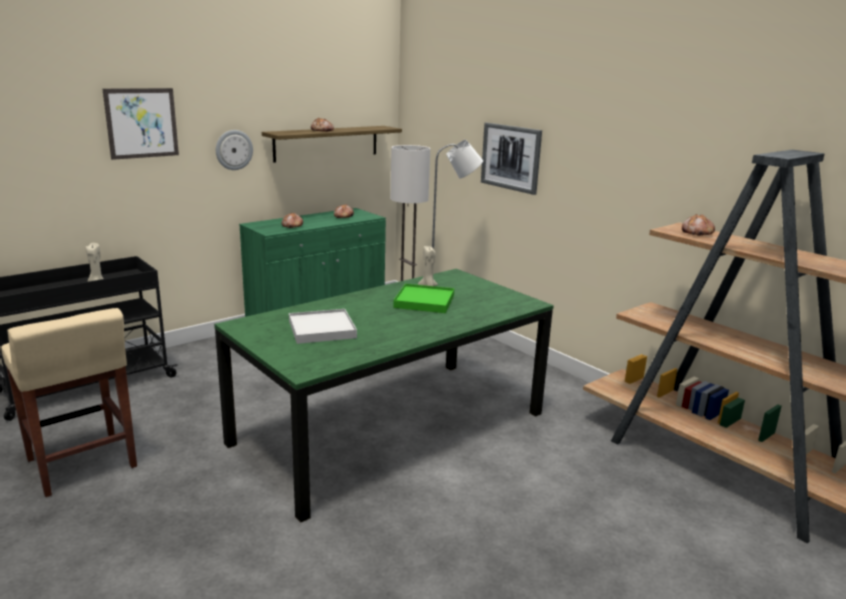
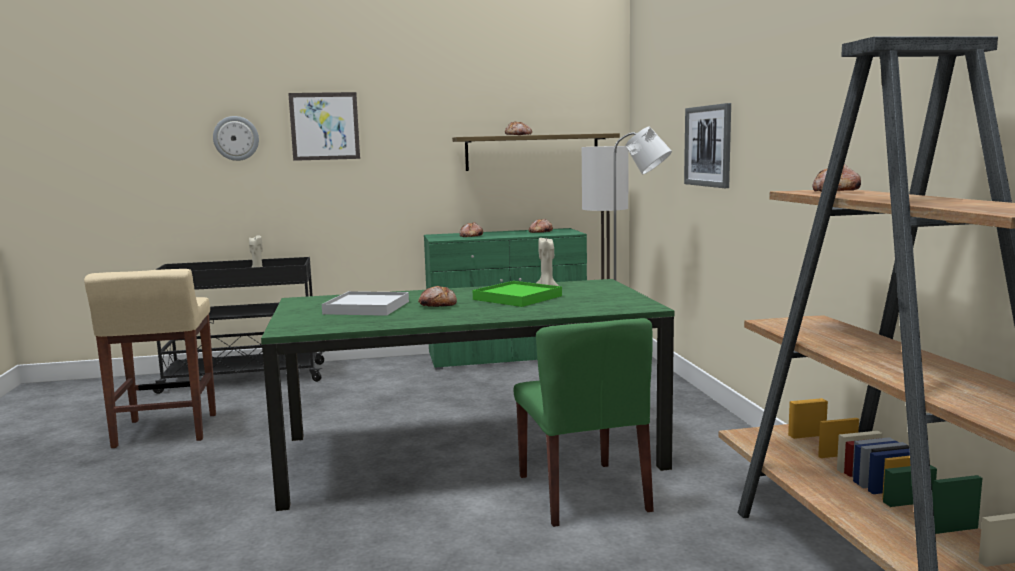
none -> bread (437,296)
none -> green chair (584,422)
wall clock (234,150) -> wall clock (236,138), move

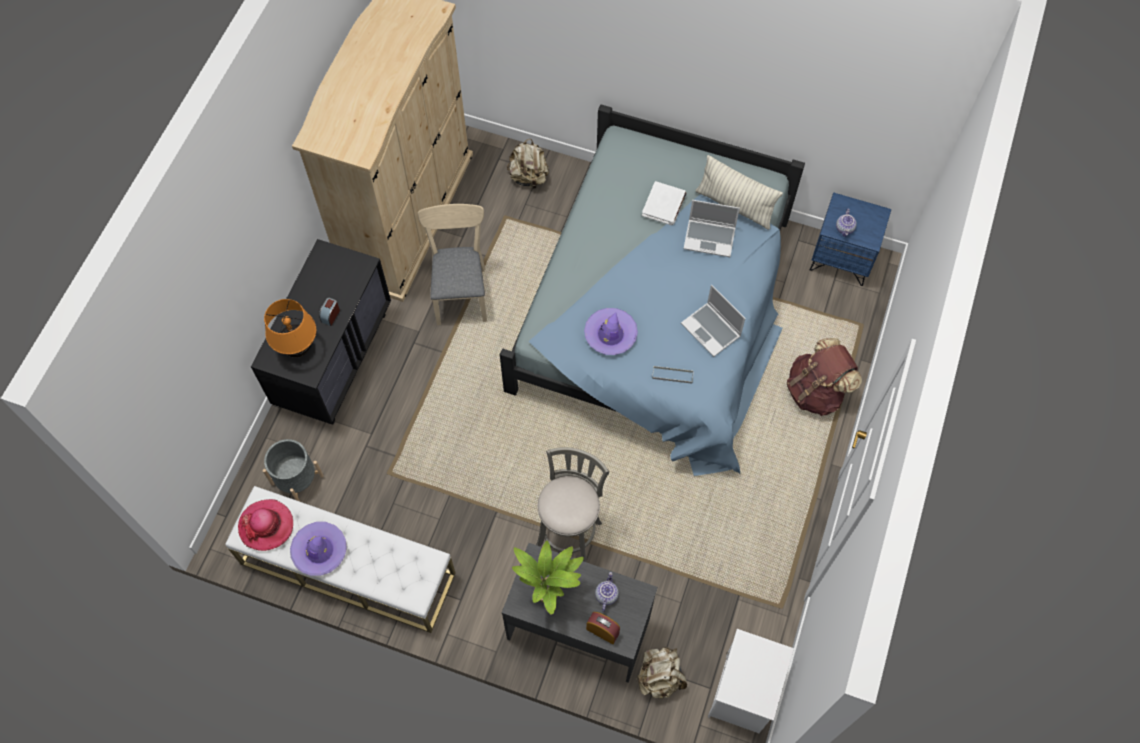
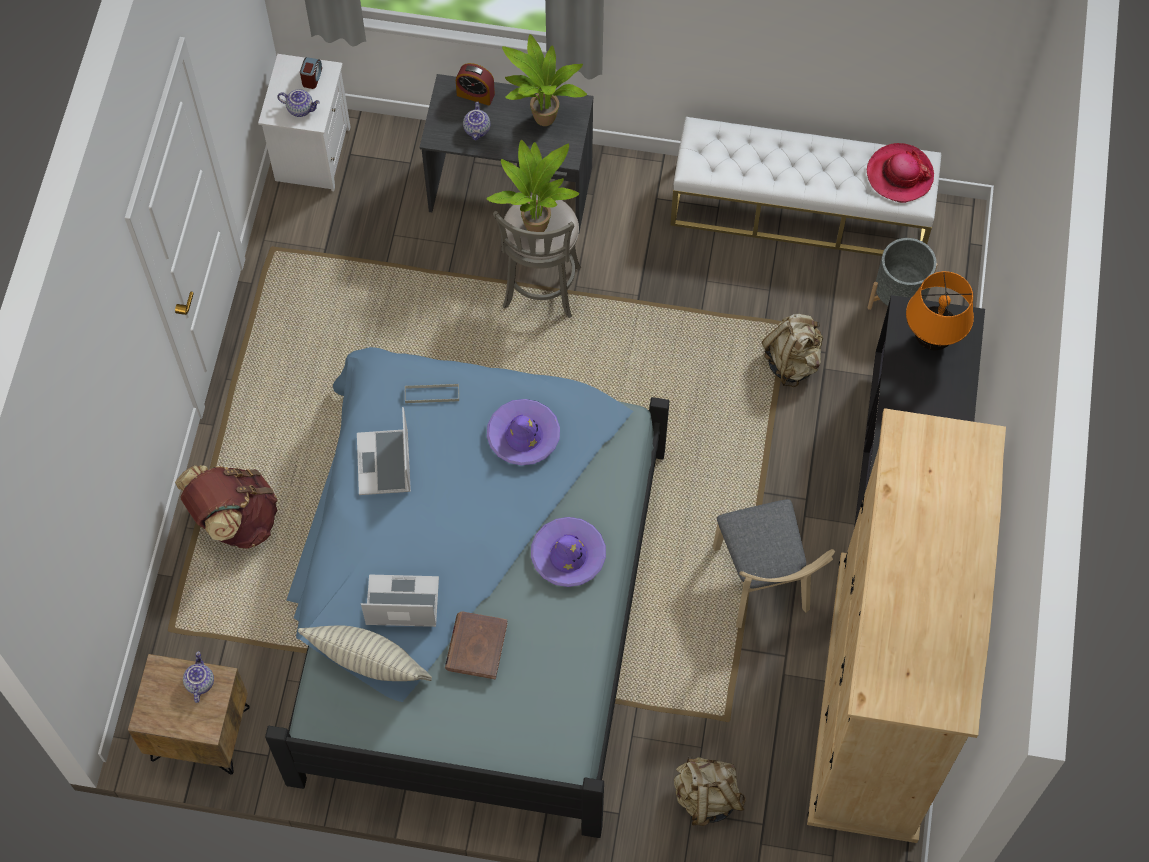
none -> teapot (298,103)
none -> potted plant (533,186)
purple hat (318,549) -> purple hat (568,552), move
alarm clock (329,312) -> alarm clock (311,73), move
beige backpack (662,673) -> beige backpack (792,350), move
white book (664,203) -> brown book (476,645)
blue nightstand (850,239) -> brown nightstand (189,714)
laptop (713,321) -> laptop (384,451), 135 degrees counterclockwise

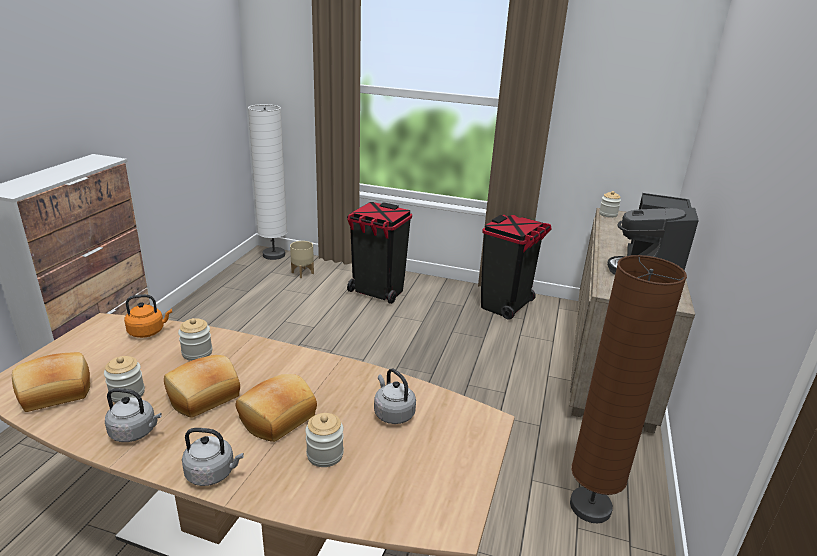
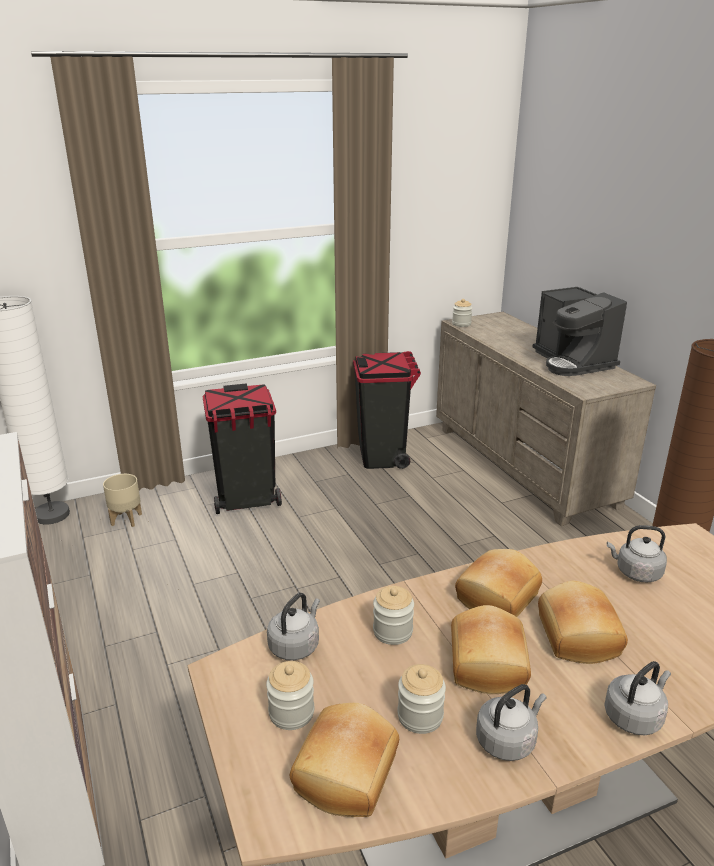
none -> bread (498,583)
jar (324,440) -> jar (290,695), move
orange kettle (148,316) -> grey kettle (293,626)

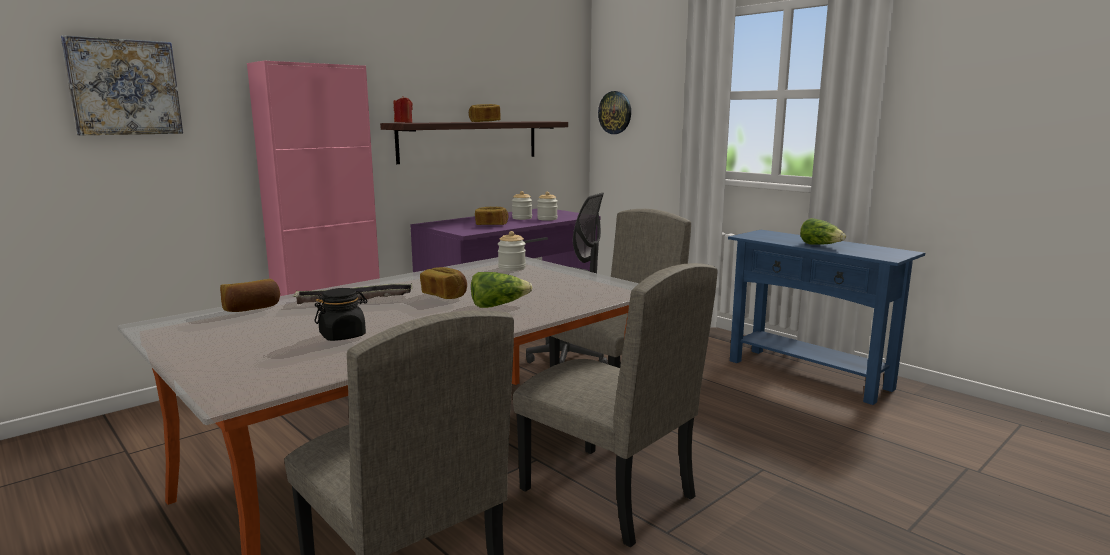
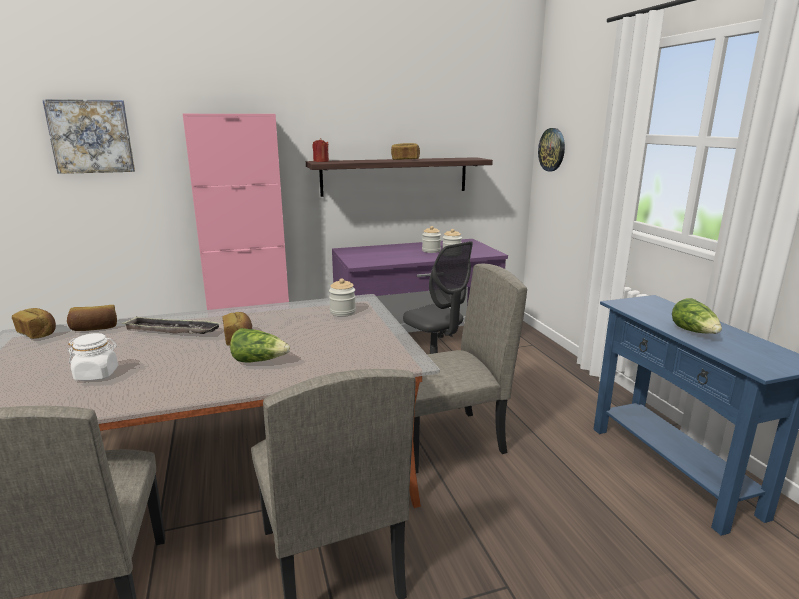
bread (492,216) -> bread (34,323), move
black jar (340,314) -> white jar (92,357)

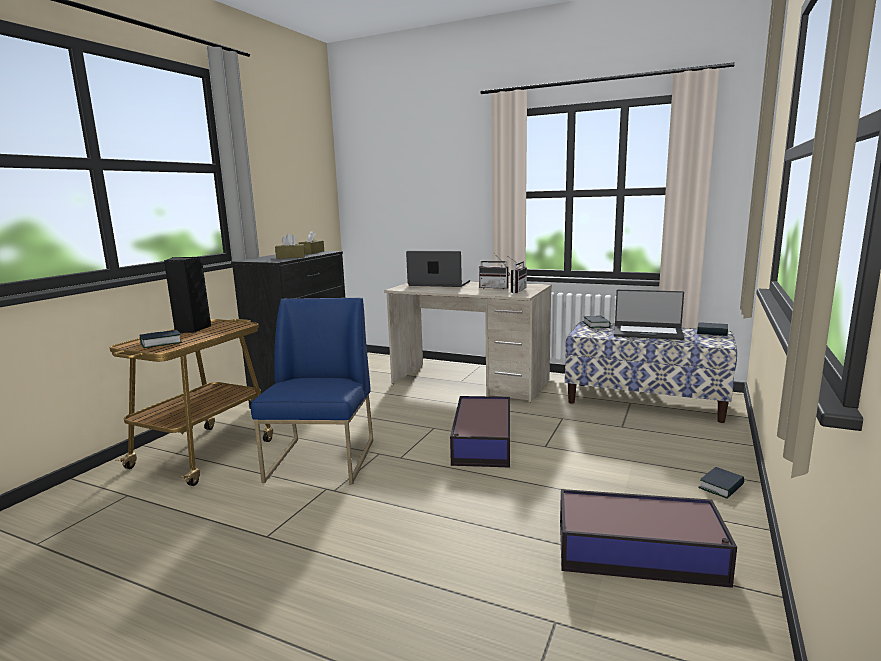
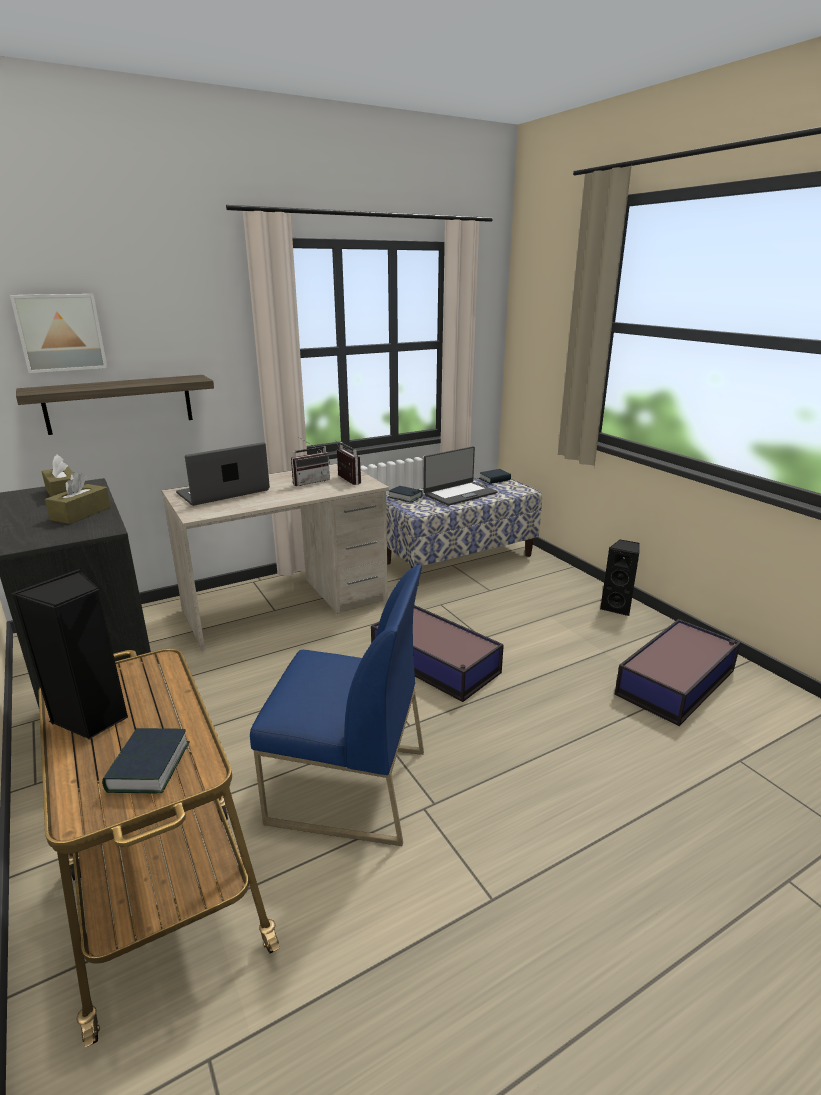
none -> picture (58,333)
none -> shelf (115,405)
book (721,483) -> black speaker (620,578)
blue chair (312,391) -> blue chair (337,705), 150 degrees clockwise

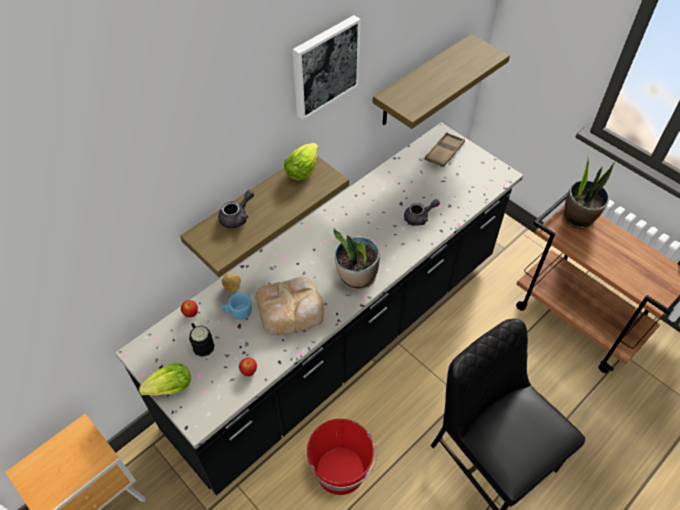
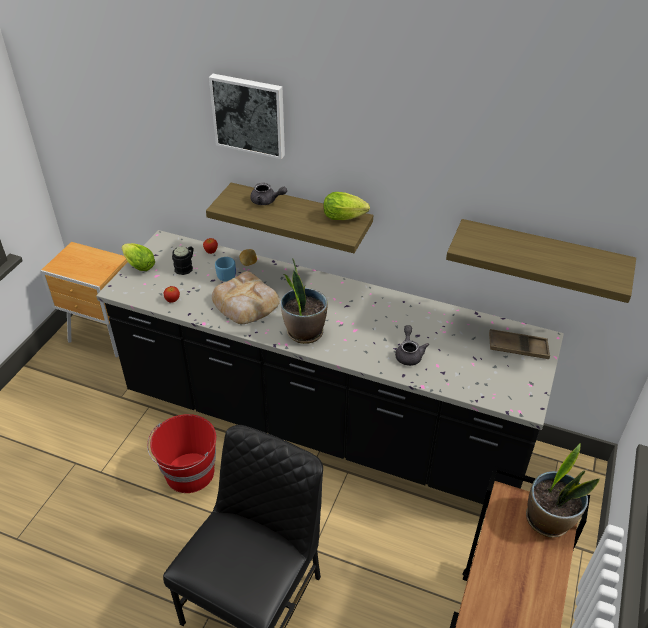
picture (327,67) -> picture (247,116), move
grey teapot (422,212) -> grey teapot (412,345), 135 degrees counterclockwise

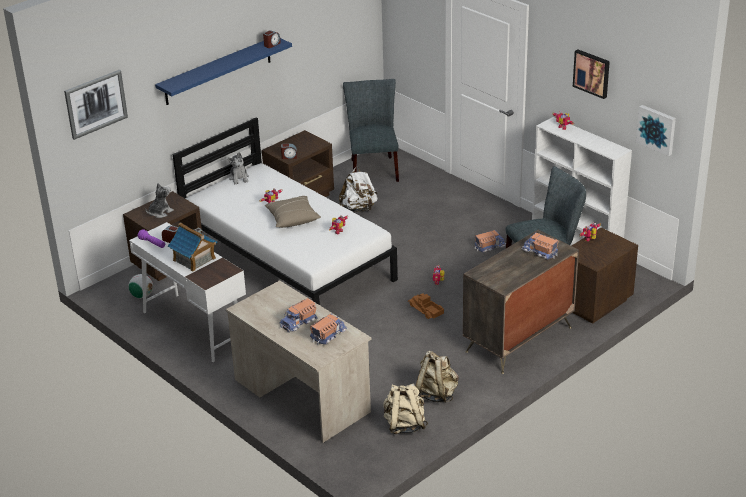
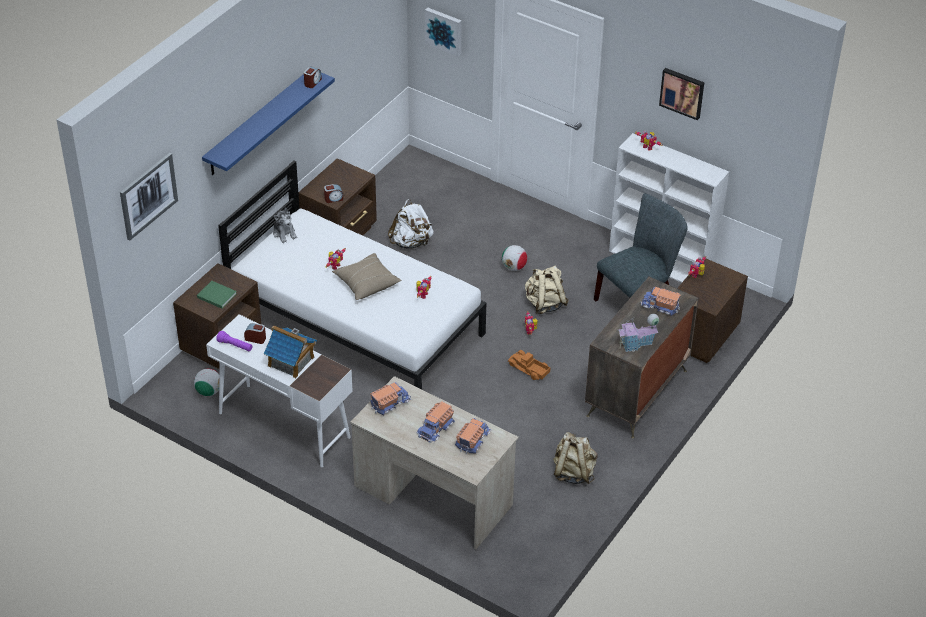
grey chair (371,130) -> none
none -> football (514,258)
none -> toy house (638,333)
beige backpack (405,408) -> beige backpack (547,290), move
toy truck (490,241) -> toy truck (390,398), move
picture (656,130) -> picture (443,32), move
plush toy (159,200) -> green book (217,295)

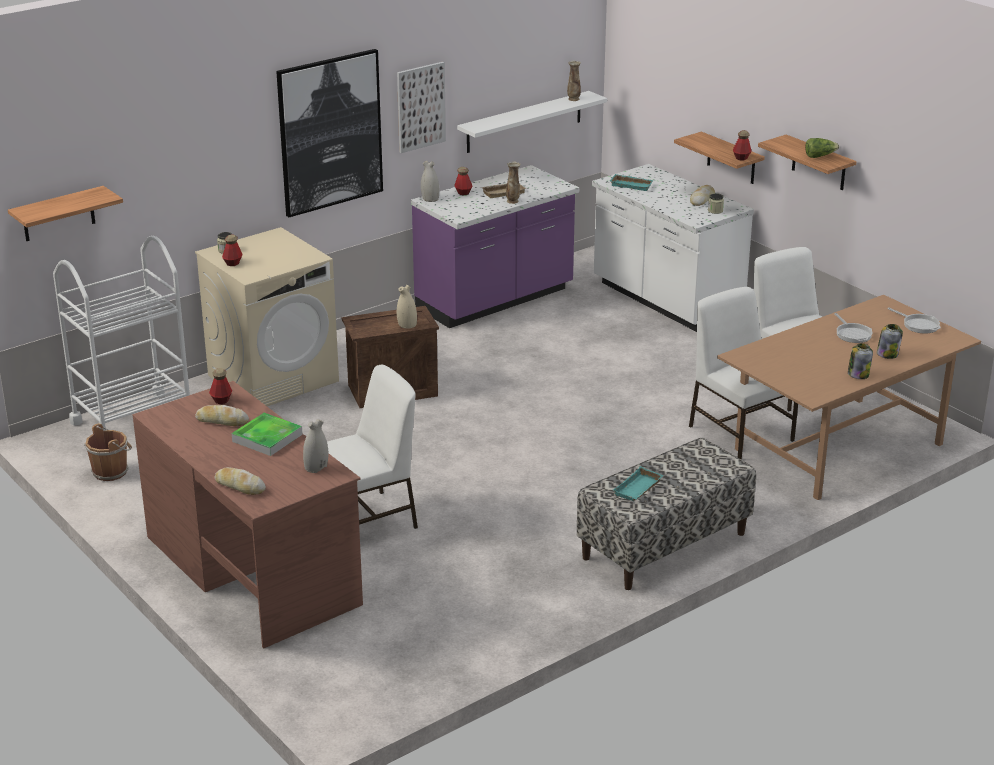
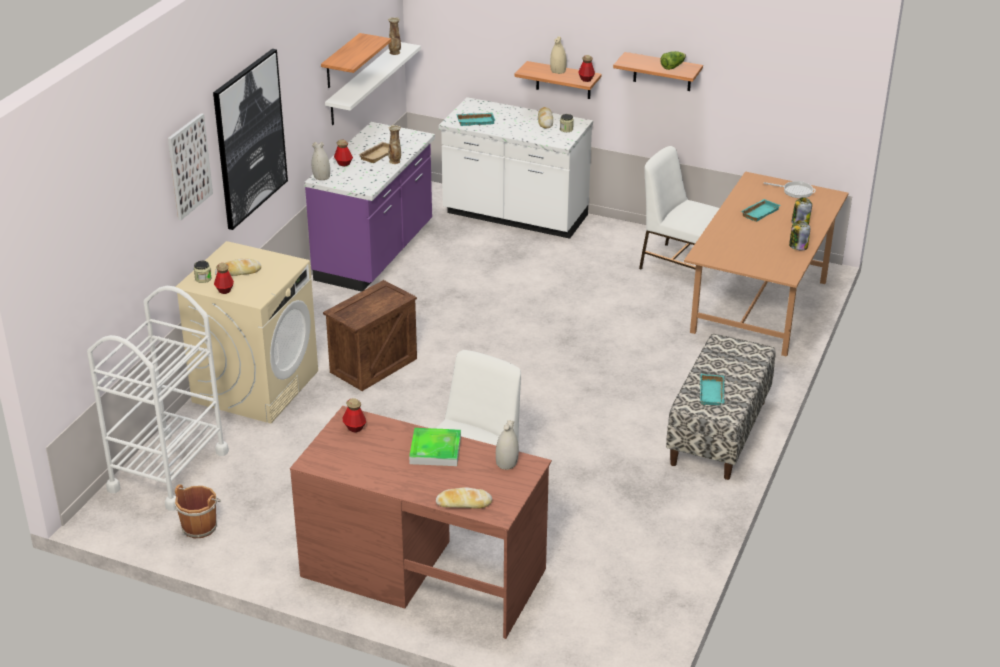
white chair (743,373) -> none
shelf (65,213) -> shelf (356,60), move
bread (222,415) -> bread (238,267), move
picture (421,107) -> picture (190,166), move
beige vase (407,307) -> beige vase (558,55), move
frying pan (853,328) -> turquoise tray (760,210)

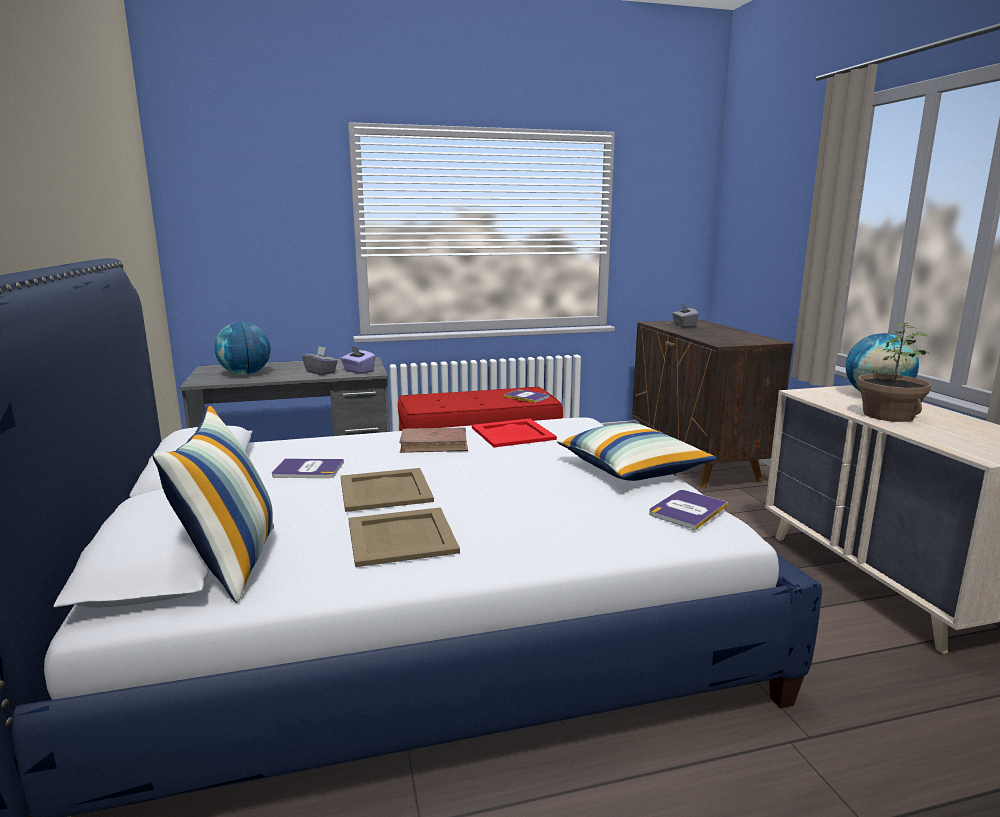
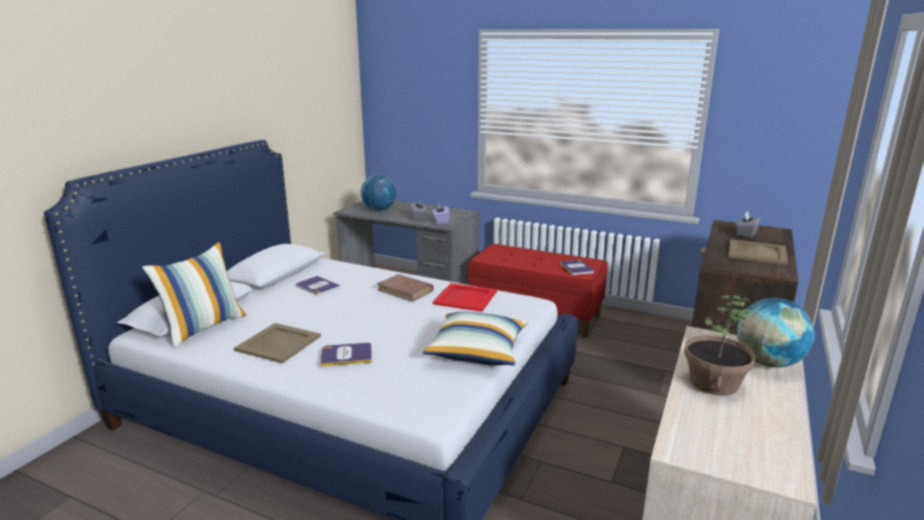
beige tray (387,490) -> beige tray (758,252), move
book (688,510) -> book (346,354), move

